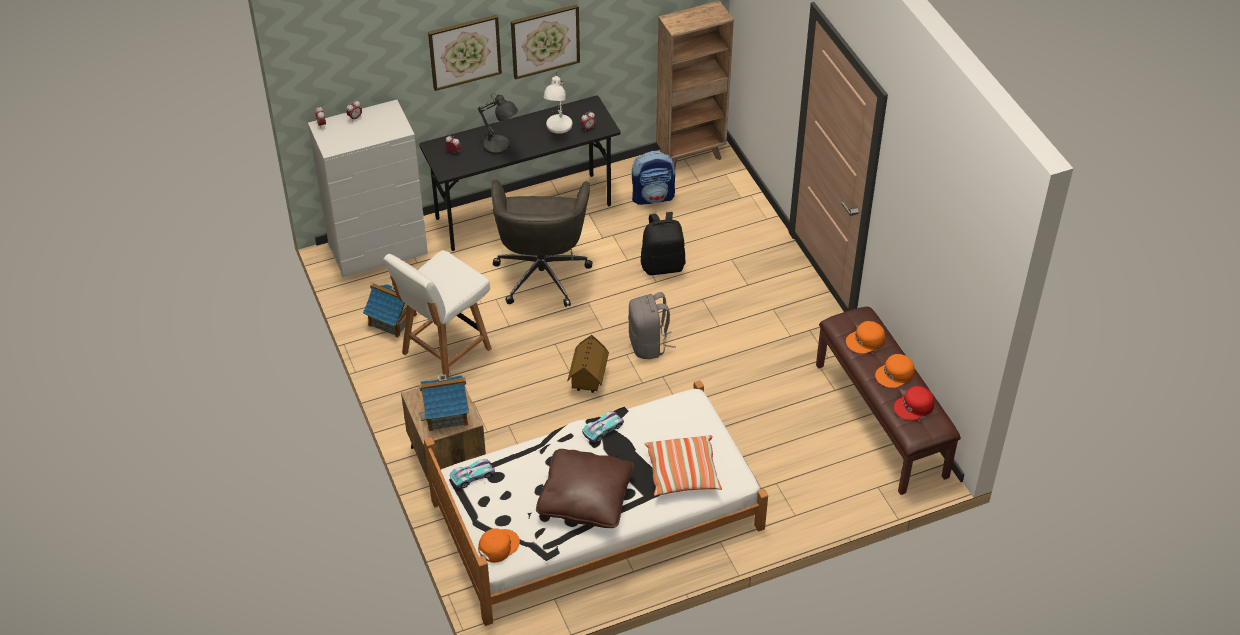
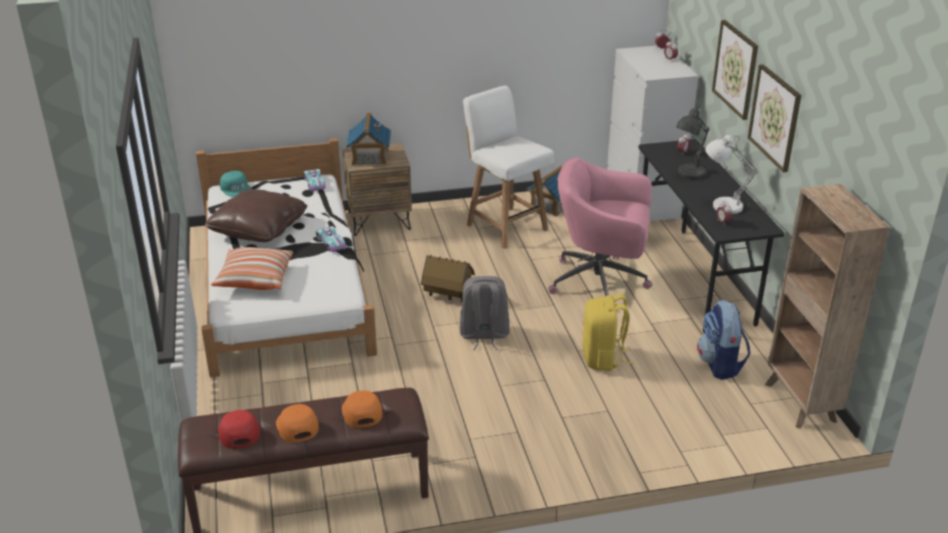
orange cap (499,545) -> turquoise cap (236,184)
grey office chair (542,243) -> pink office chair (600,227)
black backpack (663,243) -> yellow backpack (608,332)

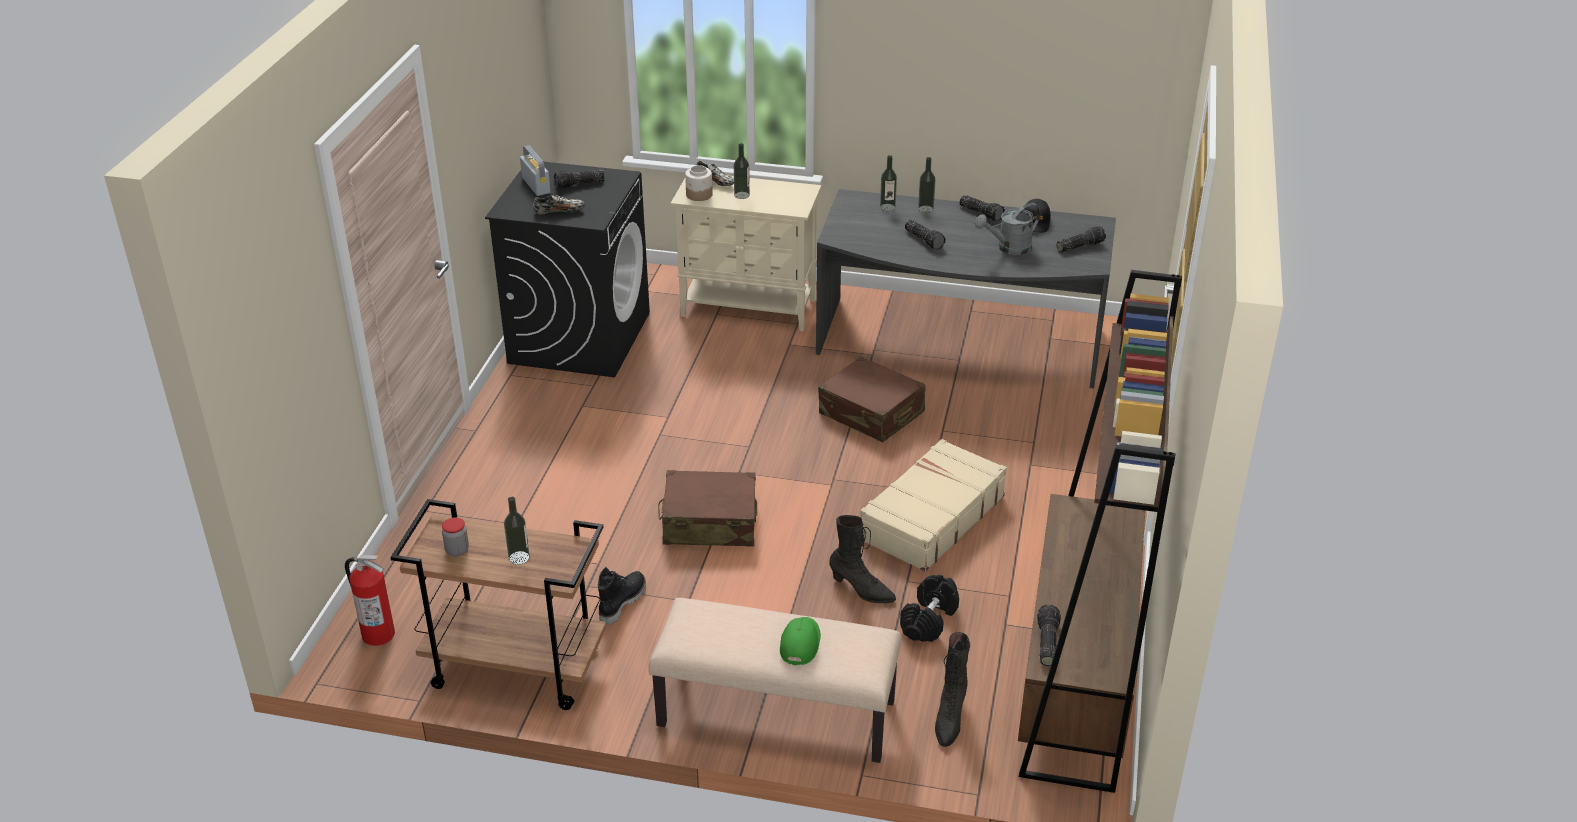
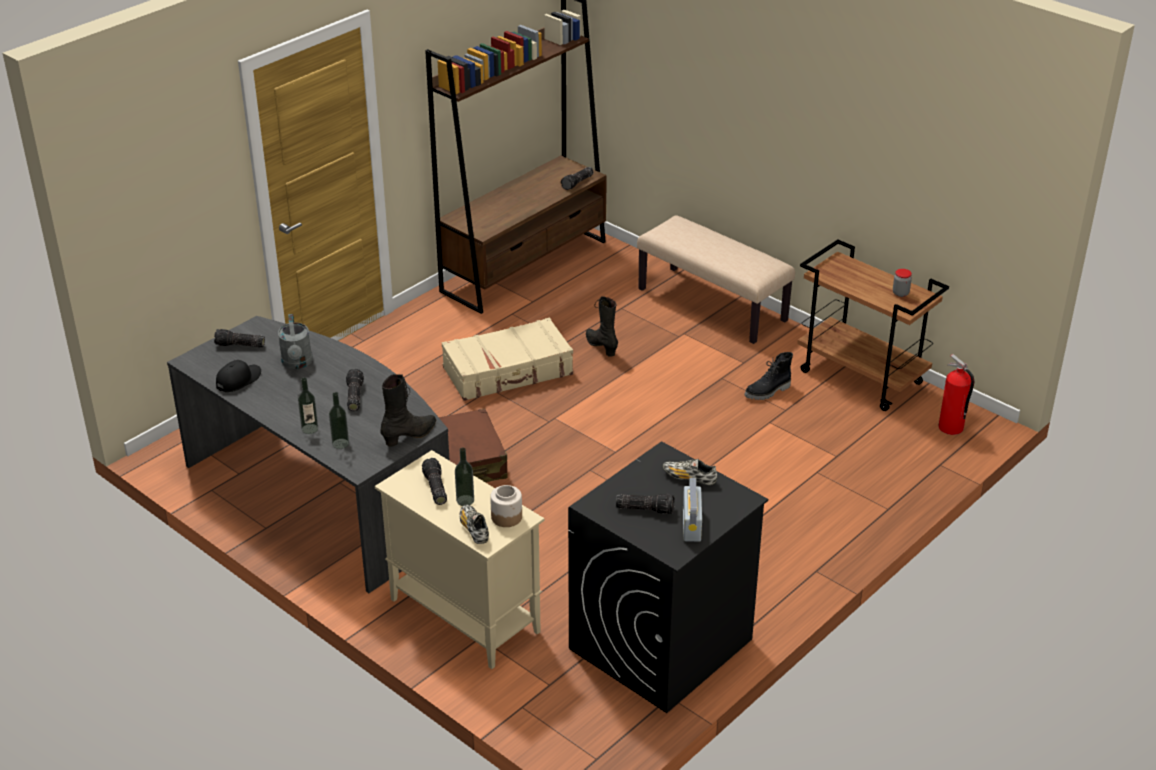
bottle (517,531) -> none
brown suitcase (707,508) -> none
green cap (800,641) -> none
black dumbbell (929,608) -> none
black boot (952,689) -> black boot (408,410), move
flashlight (982,208) -> flashlight (434,481), move
grey watering can (1007,229) -> grey watering can (295,341), 75 degrees clockwise

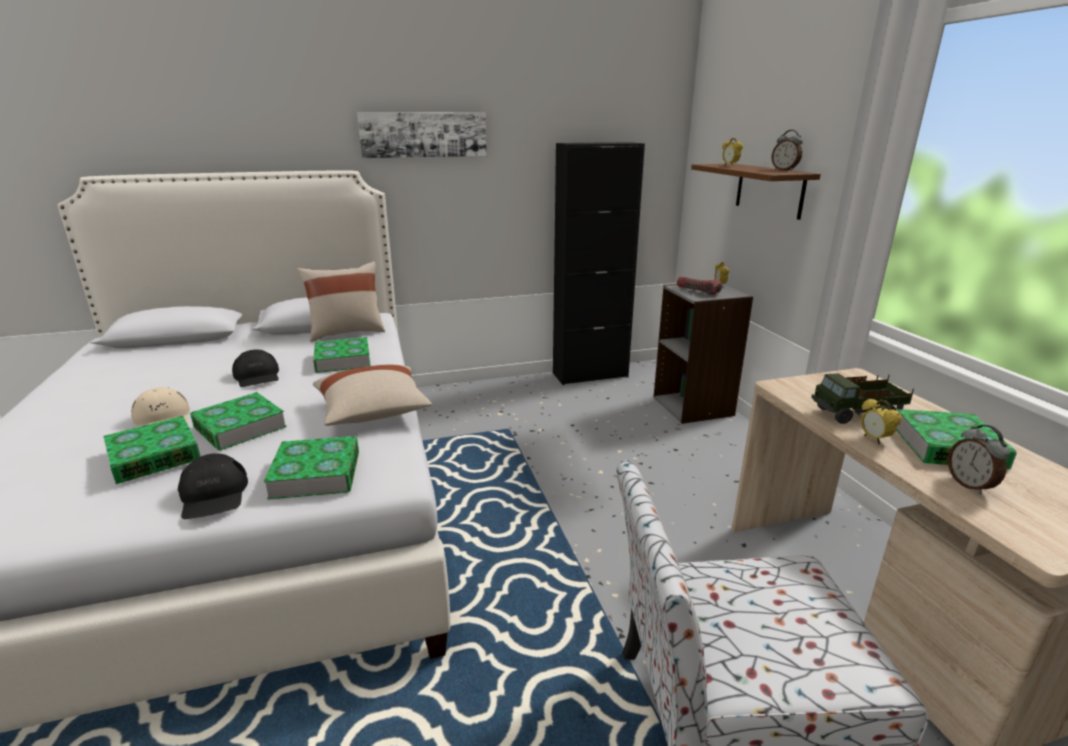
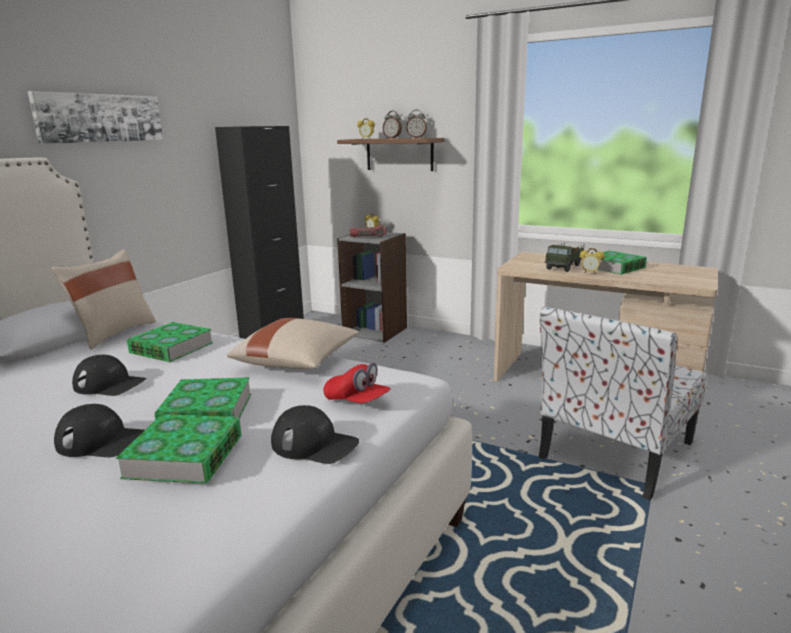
alarm clock (979,460) -> alarm clock (392,124), move
book (311,468) -> red cap (357,382)
beige cap (160,407) -> black cap (99,430)

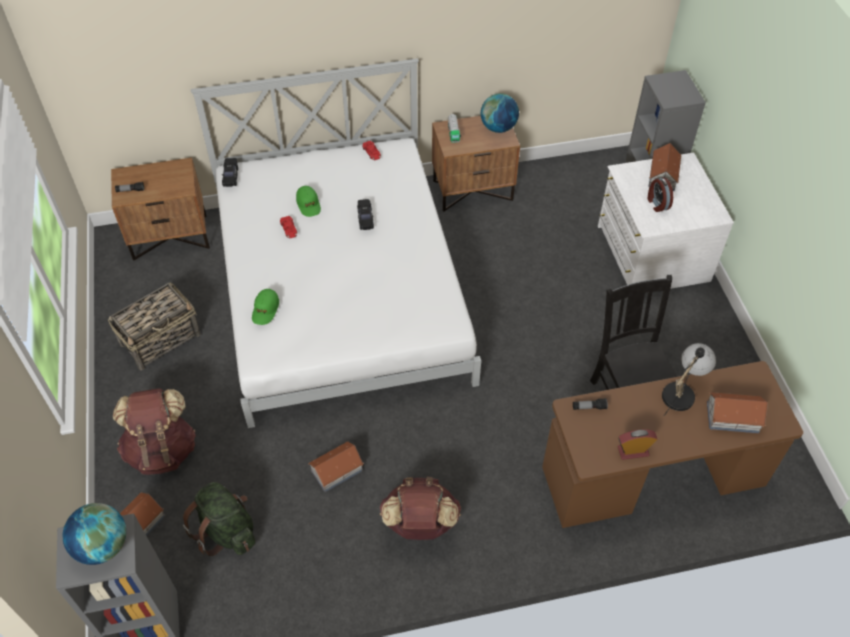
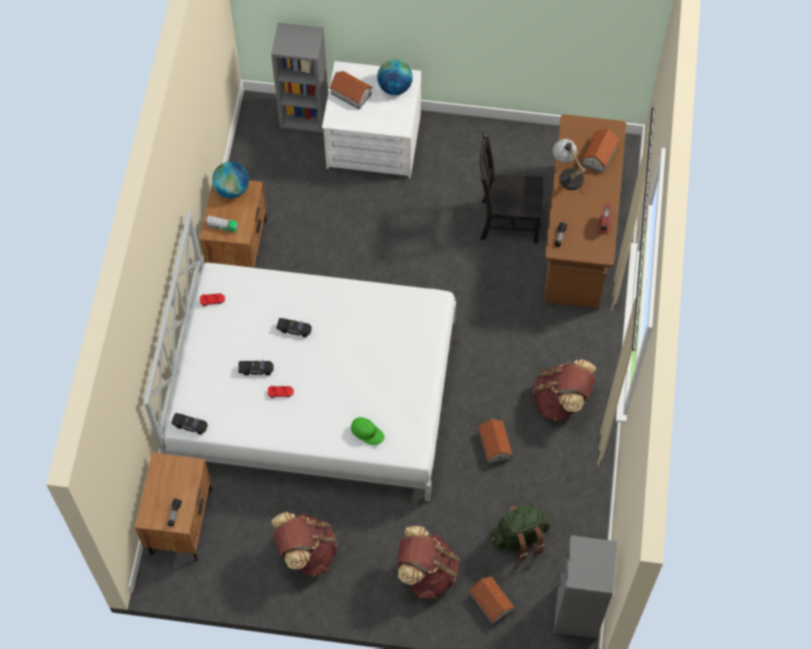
alarm clock (660,194) -> none
globe (94,534) -> globe (395,77), move
basket (154,326) -> brown backpack (305,544)
green cap (308,201) -> black toy car (255,367)

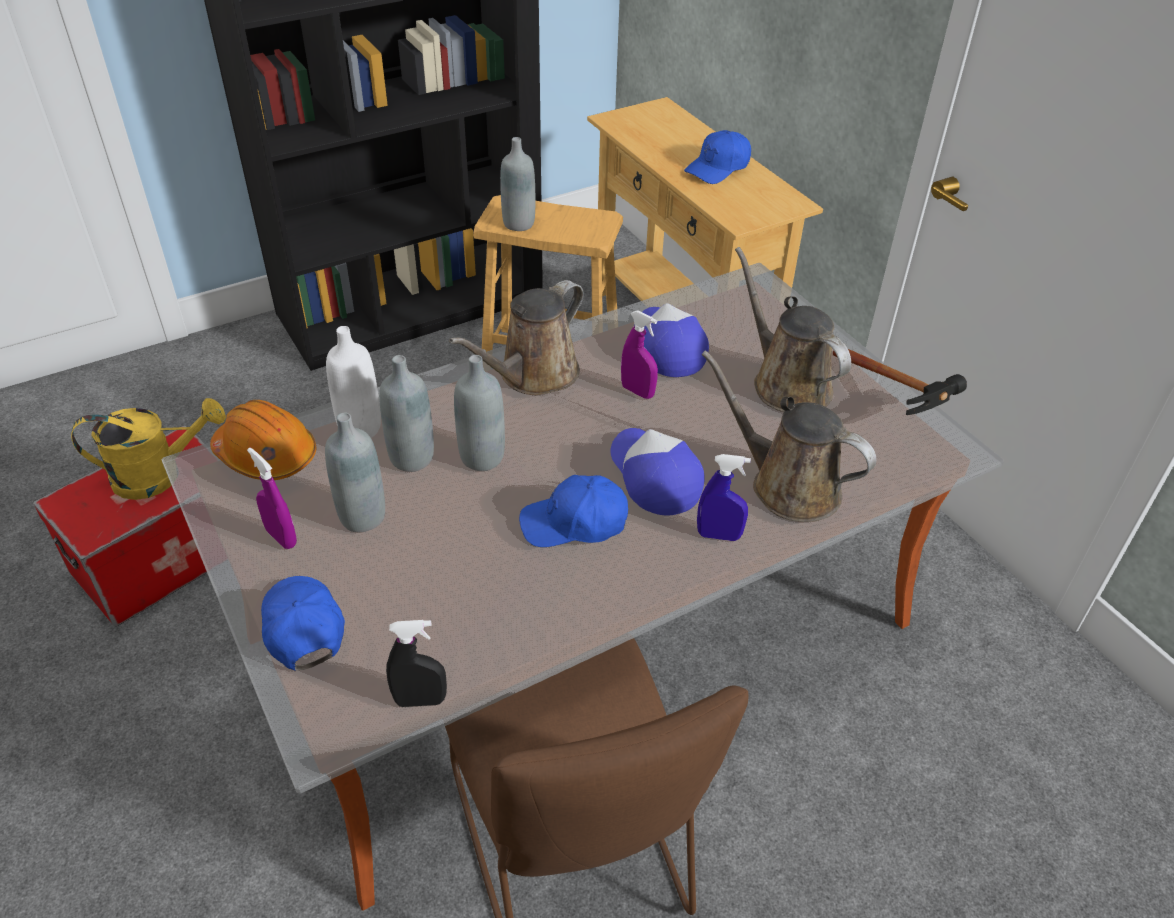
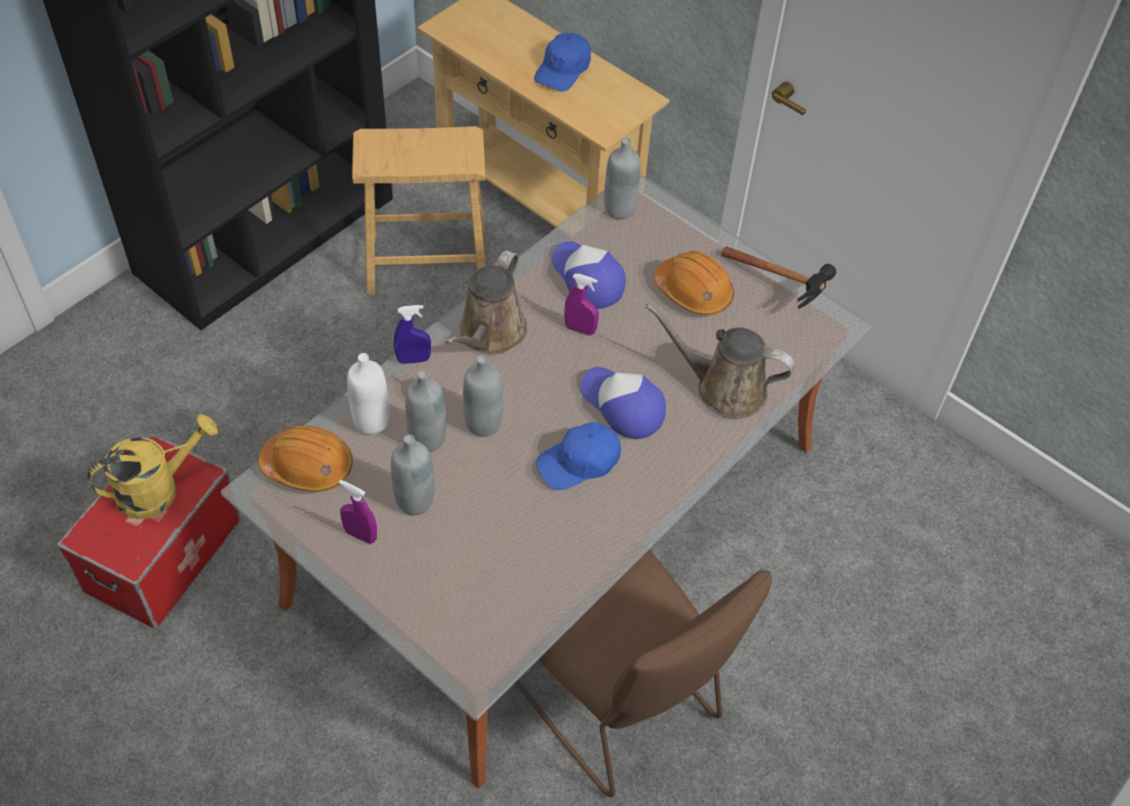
blue cap (303,623) -> none
black spray bottle (416,663) -> none
grey bottle (517,184) -> grey bottle (622,178), move
blue spray bottle (724,497) -> blue spray bottle (412,334), move
brown watering can (793,329) -> orange hard hat (694,283)

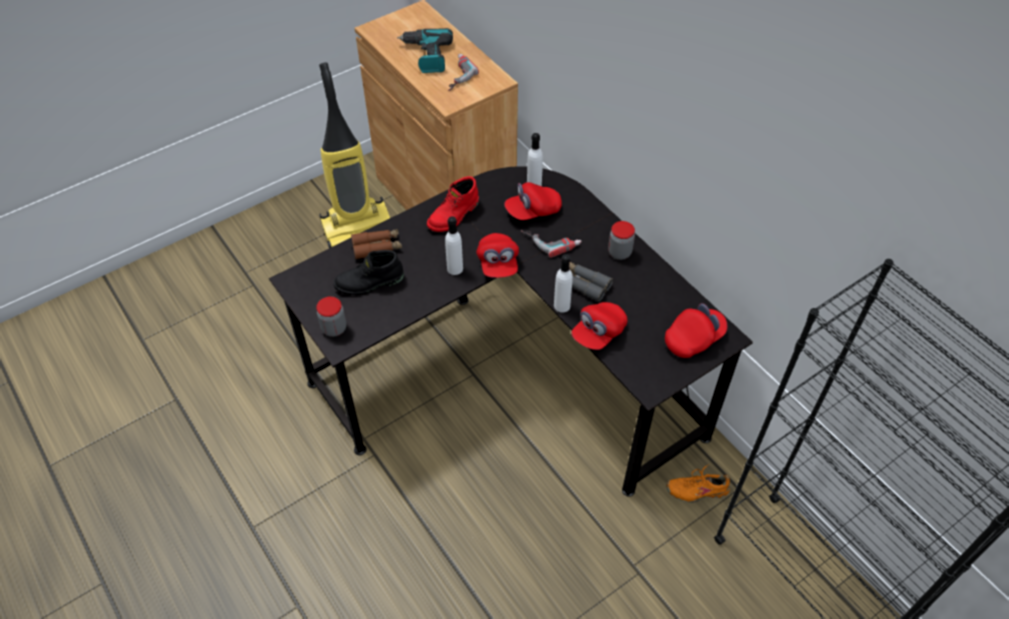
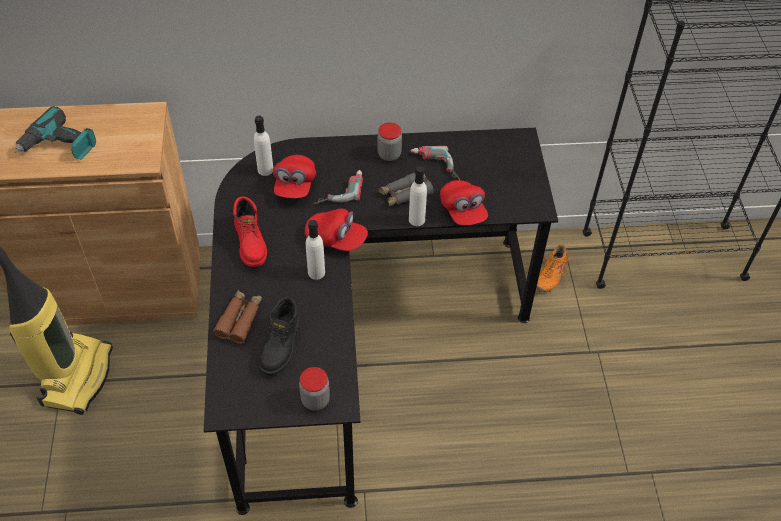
red cap (696,330) -> none
power drill (463,72) -> power drill (435,163), move

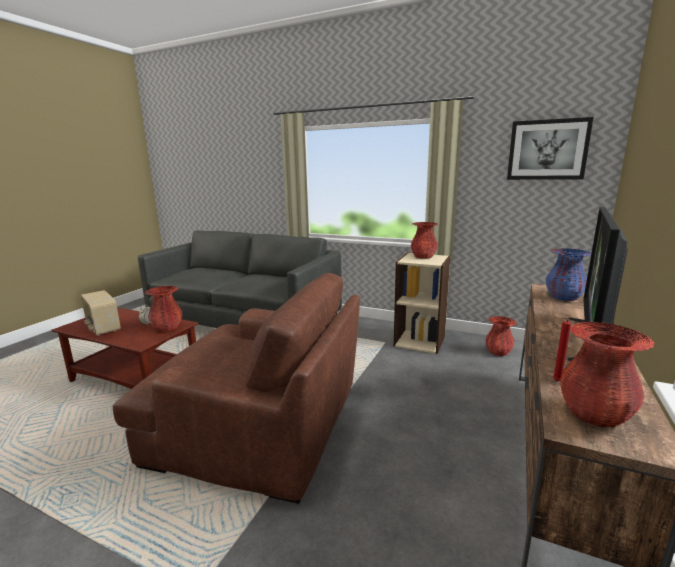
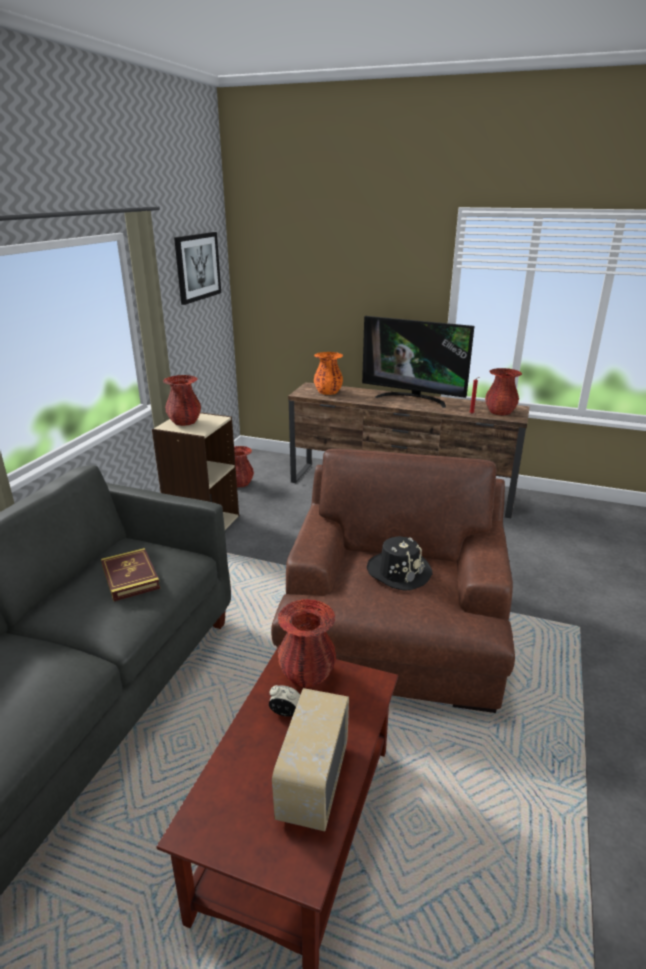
none -> book (130,574)
none -> black hat (400,563)
blue vase (568,274) -> orange vase (328,373)
radio (100,313) -> radio (310,759), 150 degrees clockwise

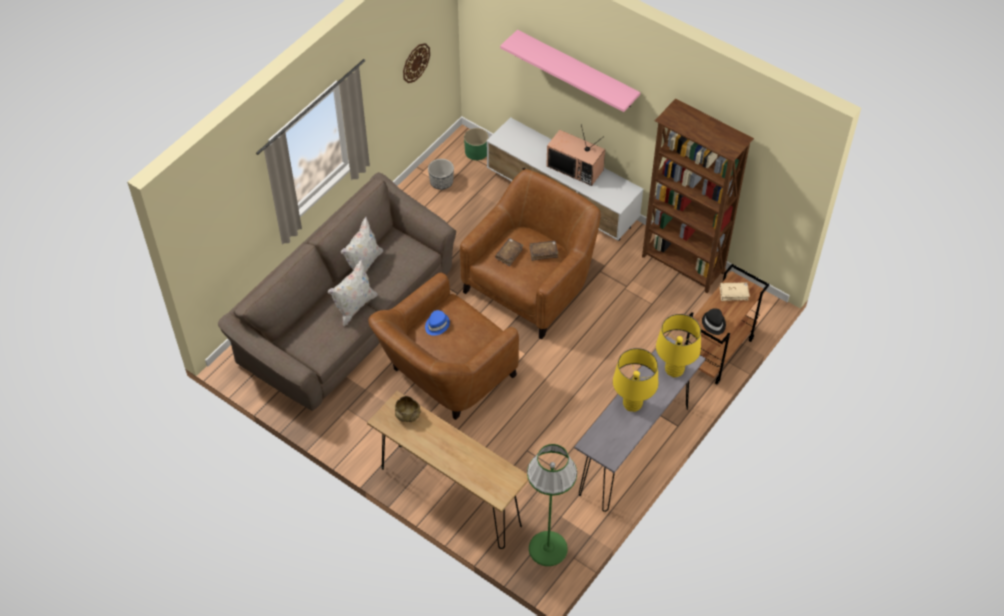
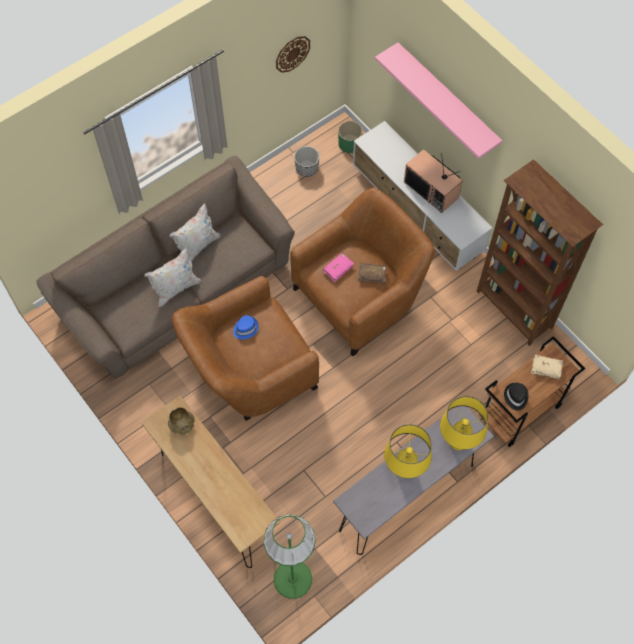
brown book (509,252) -> pink book (338,267)

